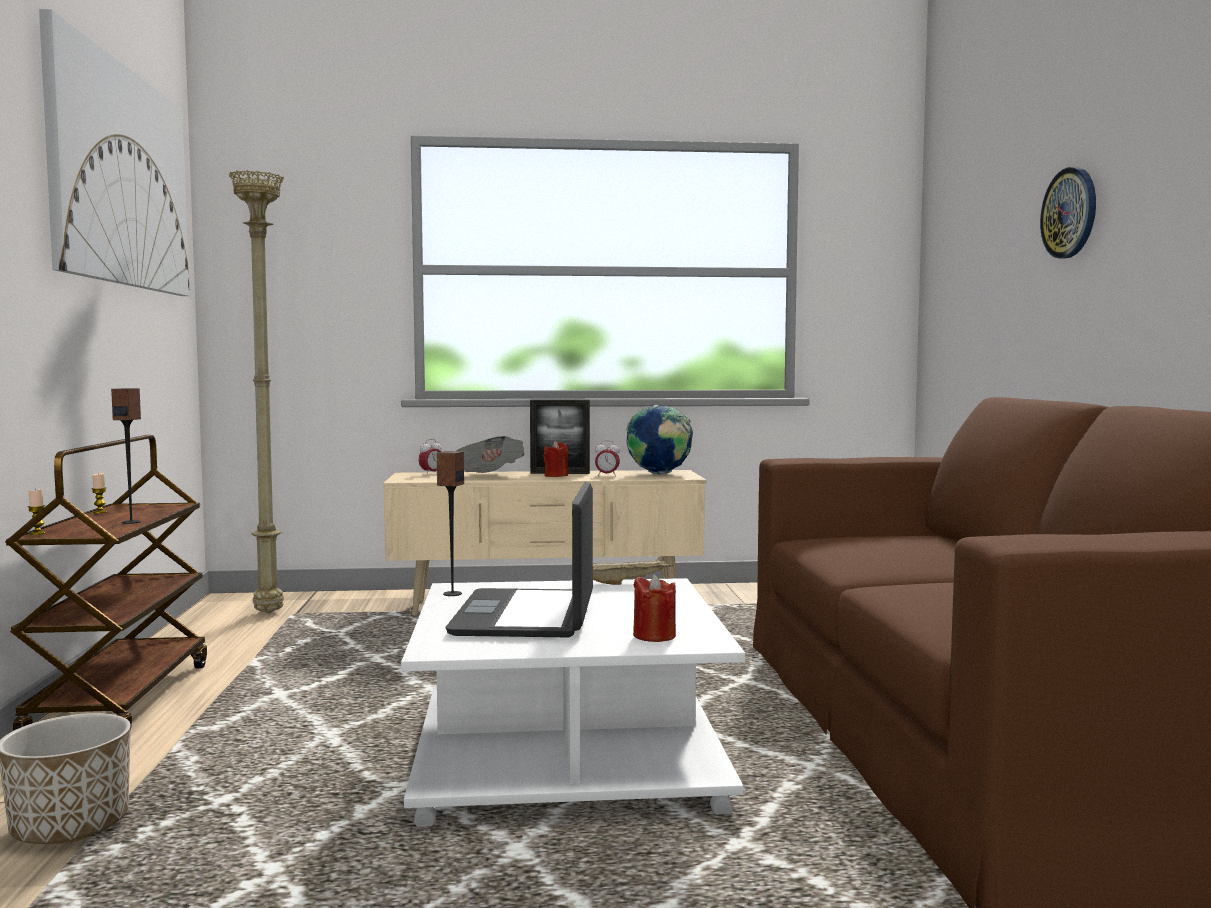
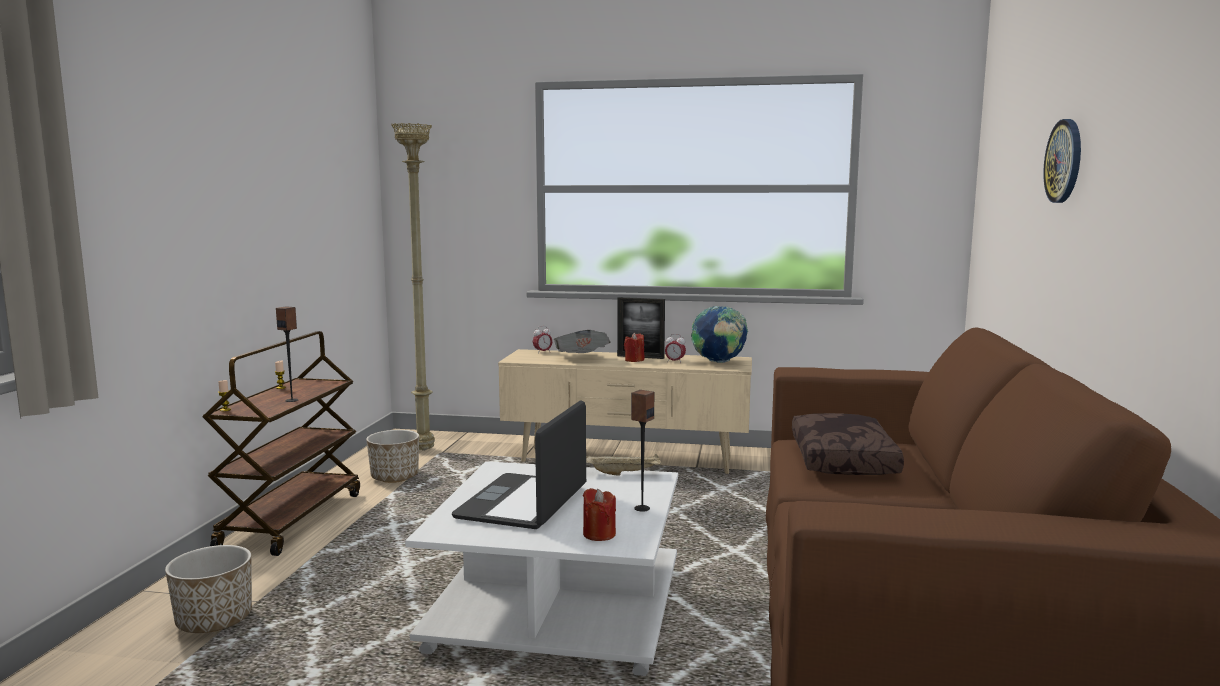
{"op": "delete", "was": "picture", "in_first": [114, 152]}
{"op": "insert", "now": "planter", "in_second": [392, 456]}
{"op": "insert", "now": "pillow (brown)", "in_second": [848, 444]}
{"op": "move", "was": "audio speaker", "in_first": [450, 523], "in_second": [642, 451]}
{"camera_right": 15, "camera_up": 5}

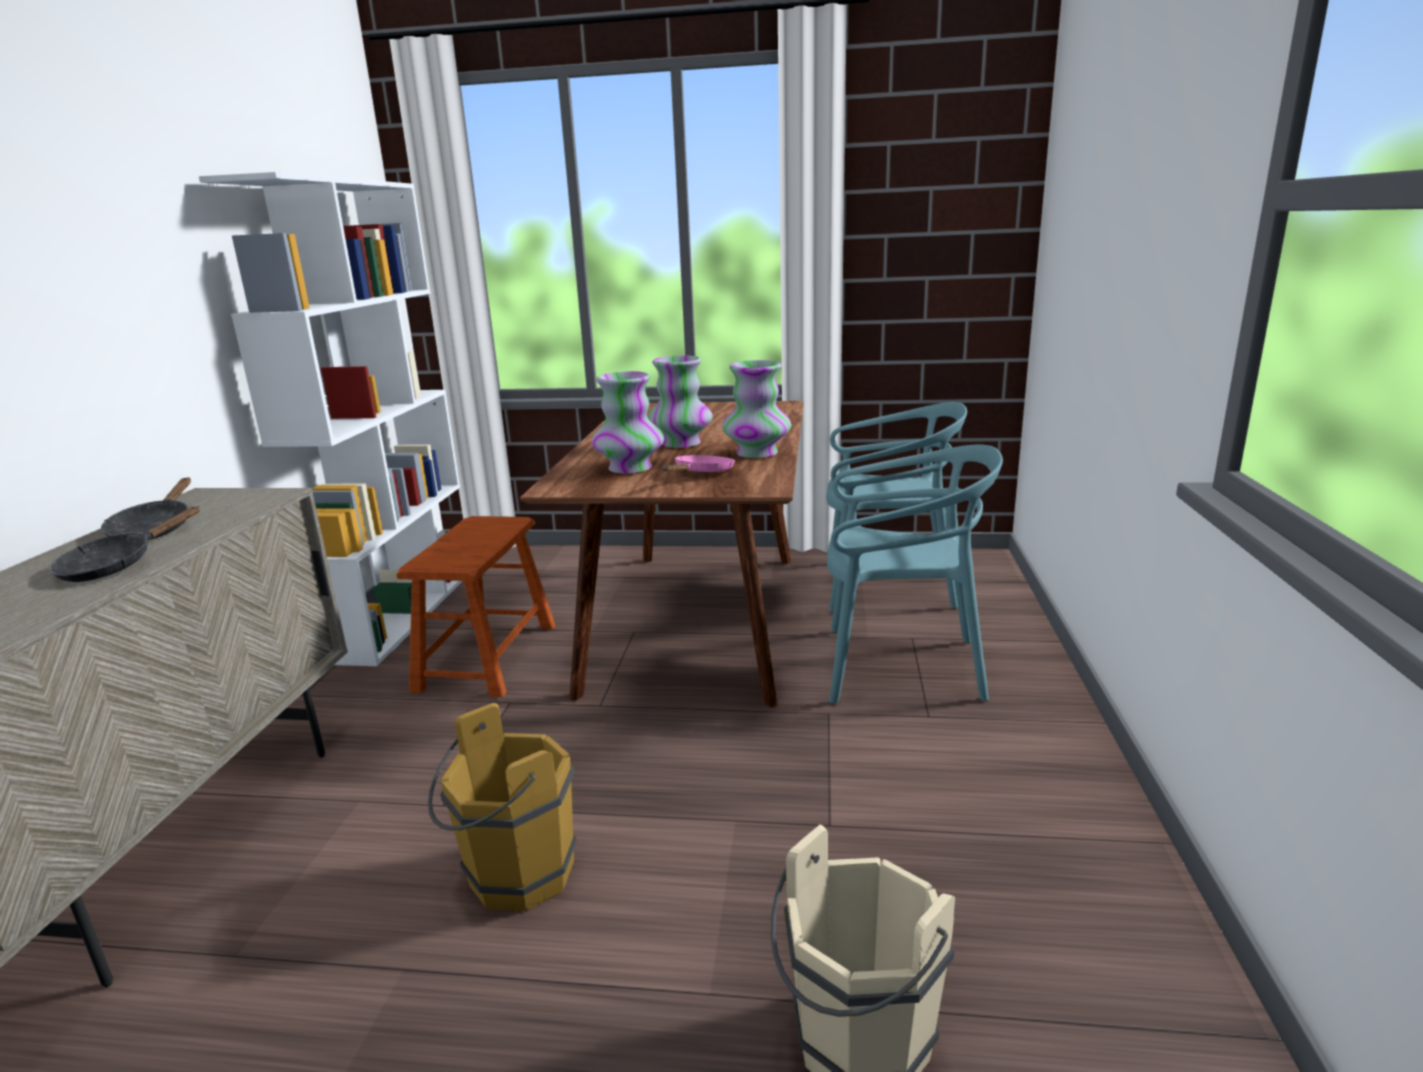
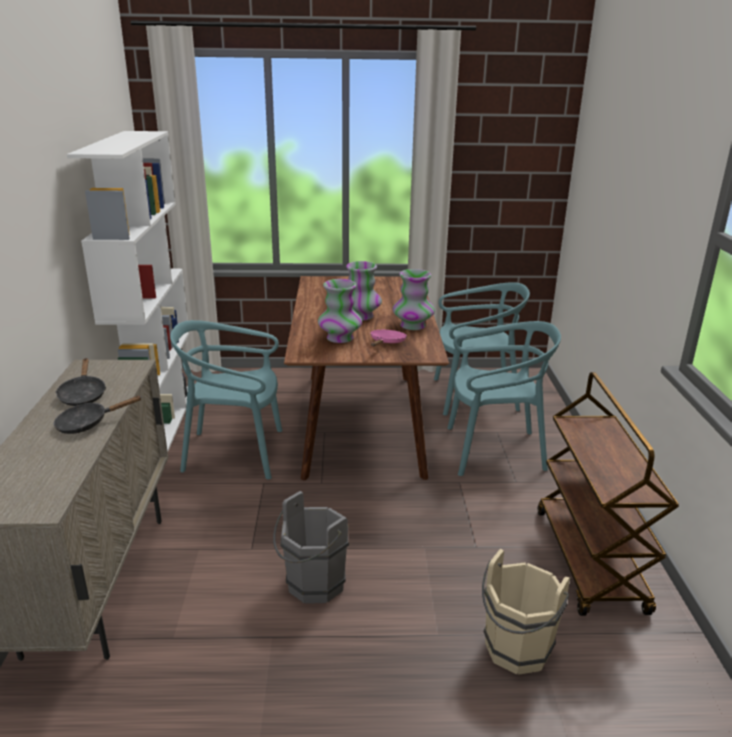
{"op": "insert", "now": "trolley (brown)", "in_second": [608, 494]}
{"op": "replace", "was": "stool (brown)", "now": "chair (turquoise)", "in_first": [476, 606], "in_second": [226, 399]}
{"op": "recolor", "was": "water bucket (brown)", "now": "water bucket (gray)", "in_first": [502, 807], "in_second": [311, 547]}
{"op": "rotate", "was": "pan (black)", "in_first": [124, 544], "in_second": [97, 415], "clockwise": 45}
{"camera_right": -10, "camera_up": 5}

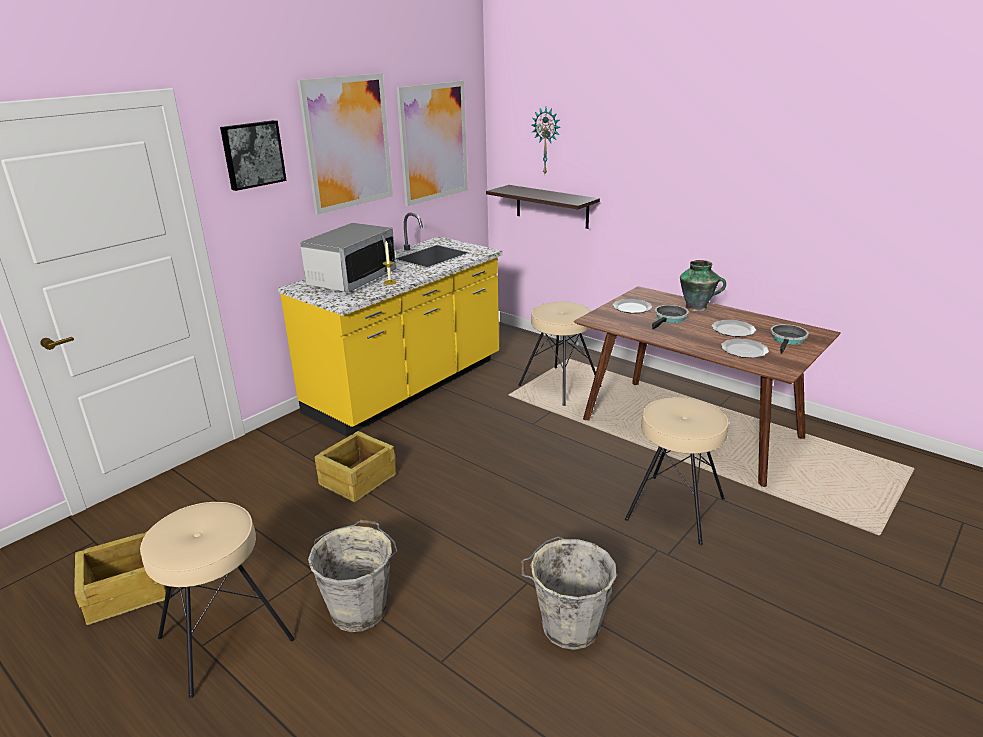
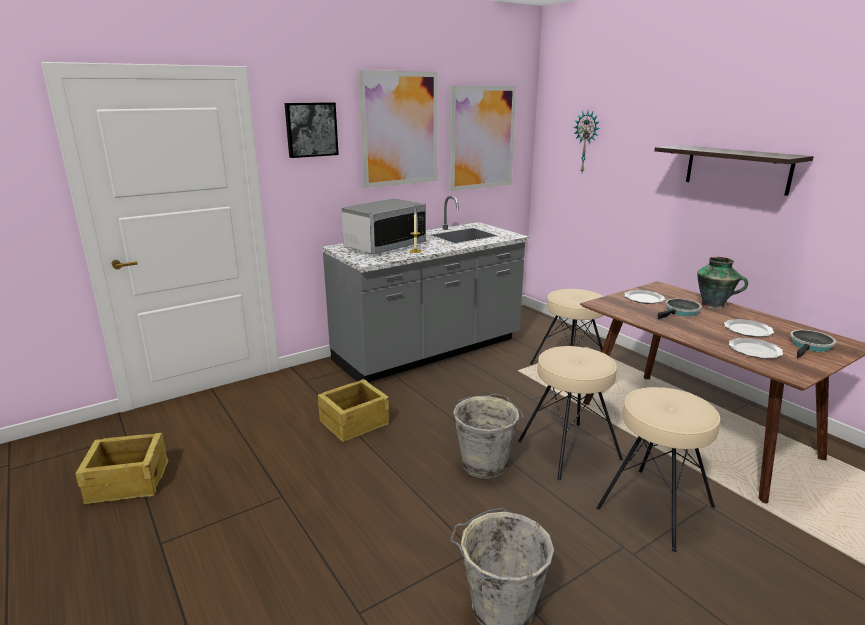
{"op": "move", "was": "stool (beige-coloured)", "in_first": [217, 600], "in_second": [570, 413]}
{"op": "move", "was": "water bucket (gray)", "in_first": [352, 576], "in_second": [488, 436]}
{"op": "move", "was": "wall shelf", "in_first": [543, 207], "in_second": [734, 170]}
{"op": "recolor", "was": "counter (yellow-coloured)", "now": "counter (gray)", "in_first": [390, 324], "in_second": [425, 289]}
{"camera_right": 15, "camera_up": -5}

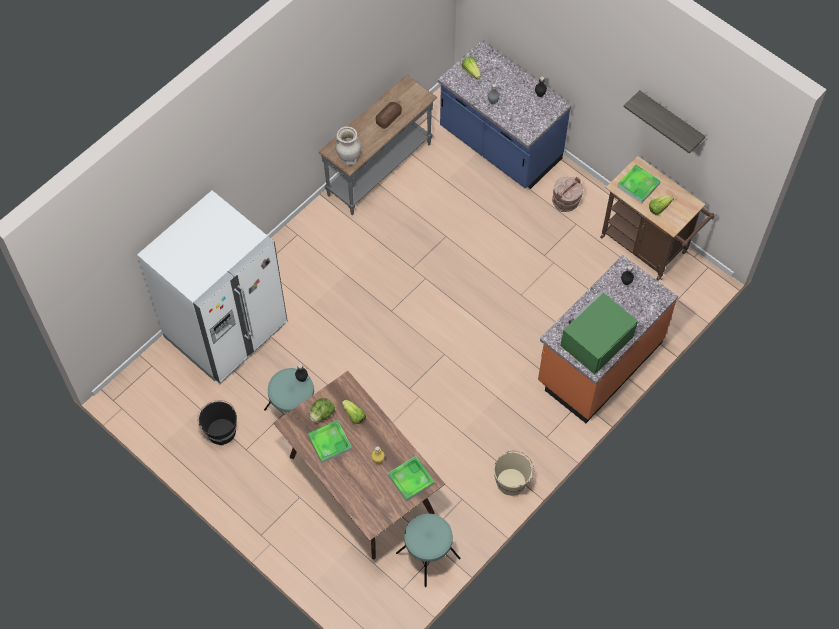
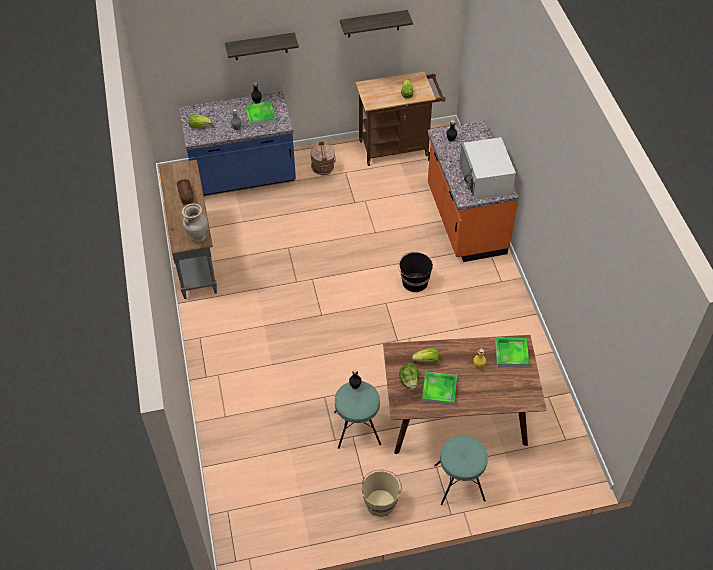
{"op": "delete", "was": "fridge (whitish)", "in_first": [212, 287]}
{"op": "insert", "now": "wall shelf", "in_second": [262, 46]}
{"op": "move", "was": "water bucket (black)", "in_first": [217, 422], "in_second": [415, 272]}
{"op": "move", "was": "stool (turquoise)", "in_first": [428, 550], "in_second": [461, 470]}
{"op": "move", "was": "water bucket (beige-coloured)", "in_first": [514, 473], "in_second": [382, 493]}
{"op": "move", "was": "serving tray", "in_first": [639, 184], "in_second": [260, 114]}
{"op": "recolor", "was": "kitchen microwave (greenish)", "now": "kitchen microwave (whitish)", "in_first": [599, 333], "in_second": [487, 168]}
{"camera_right": -55, "camera_up": -10}

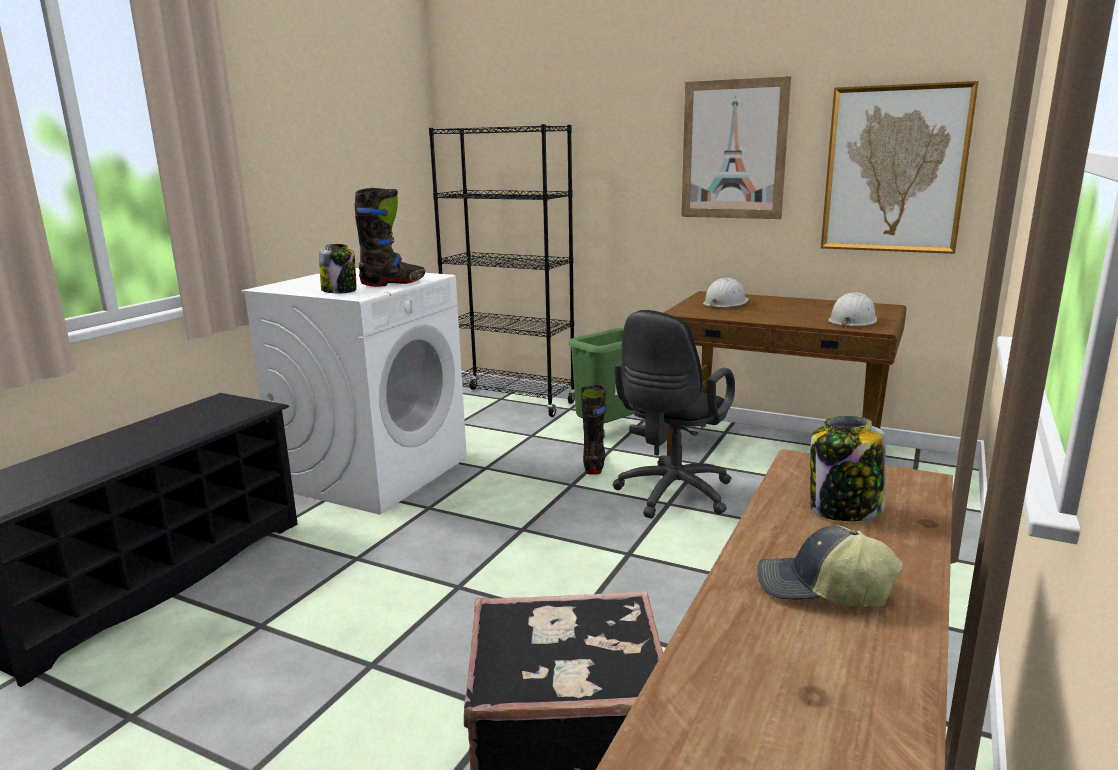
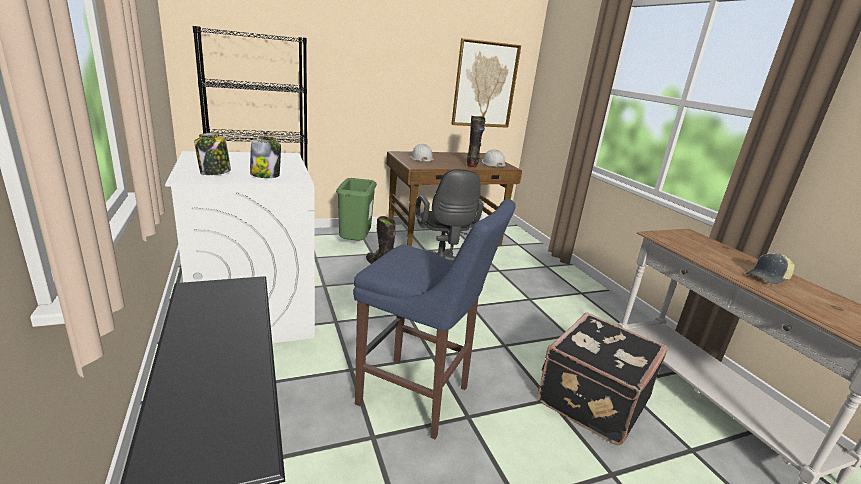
{"op": "delete", "was": "picture", "in_first": [736, 147]}
{"op": "insert", "now": "stool (blue-coloured)", "in_second": [434, 319]}
{"op": "move", "was": "tall boot (black)", "in_first": [389, 237], "in_second": [476, 141]}
{"op": "move", "was": "storage jar", "in_first": [848, 468], "in_second": [212, 154]}
{"camera_right": -50, "camera_up": 5}

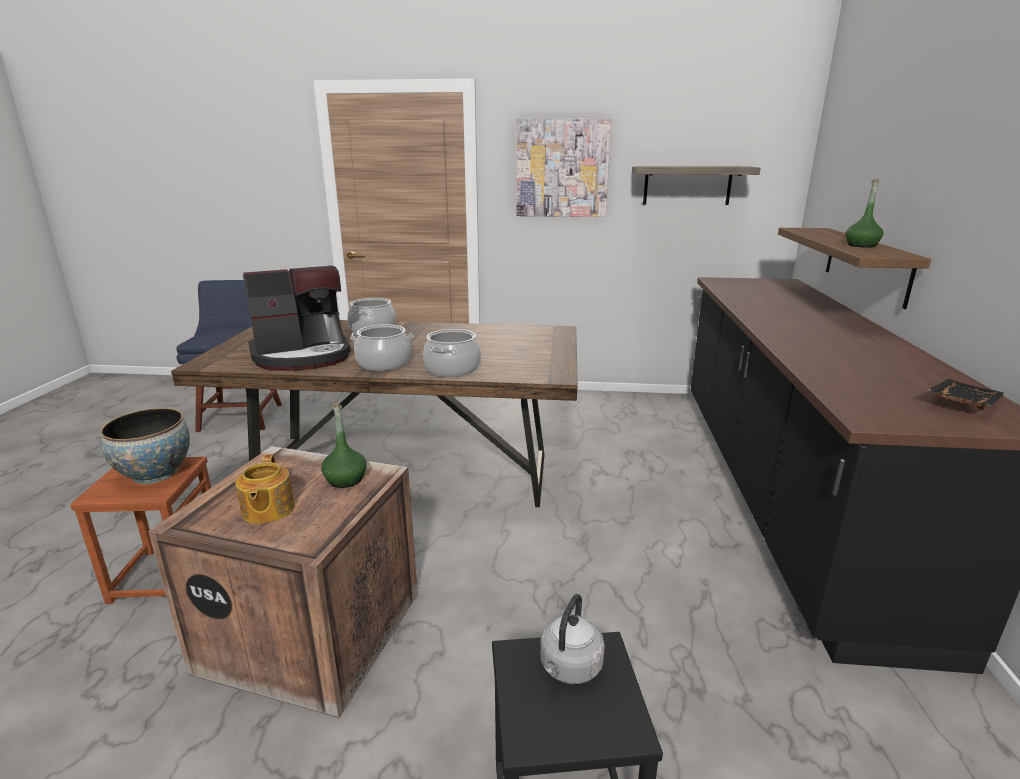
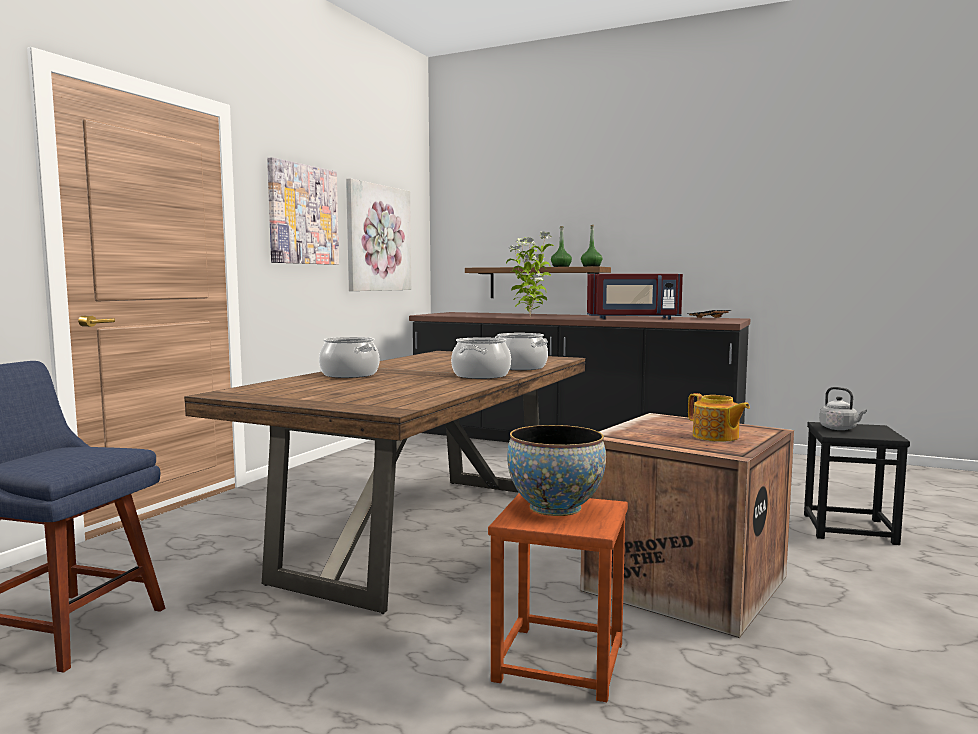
{"op": "delete", "was": "coffee machine", "in_first": [297, 318]}
{"op": "insert", "now": "houseplant", "in_second": [530, 274]}
{"op": "insert", "now": "kitchen microwave (reddish)", "in_second": [635, 296]}
{"op": "move", "was": "drink bottle (greenish)", "in_first": [344, 445], "in_second": [591, 246]}
{"op": "replace", "was": "wall shelf", "now": "picture", "in_first": [696, 185], "in_second": [378, 234]}
{"op": "rotate", "was": "teapot", "in_first": [265, 489], "in_second": [719, 417], "clockwise": 45}
{"camera_right": -70, "camera_up": -15}

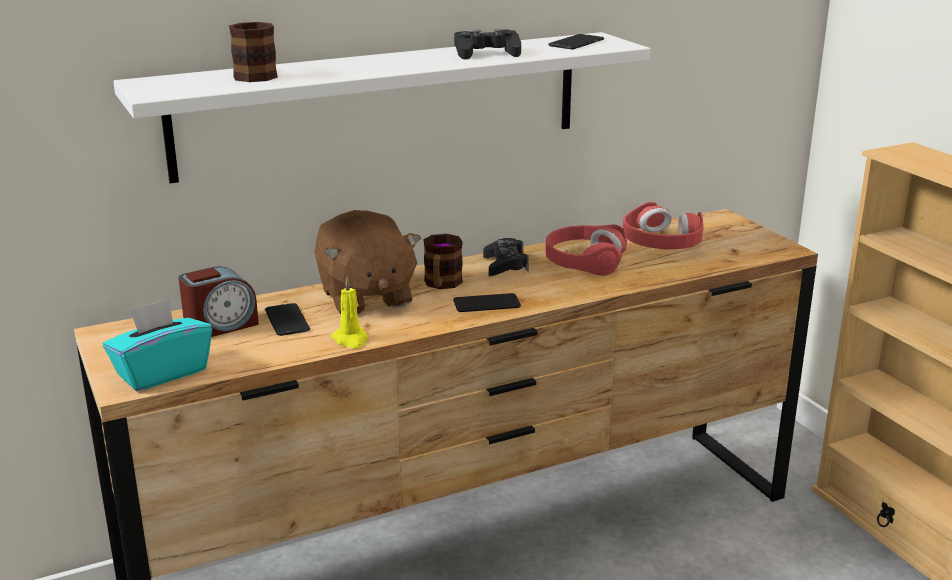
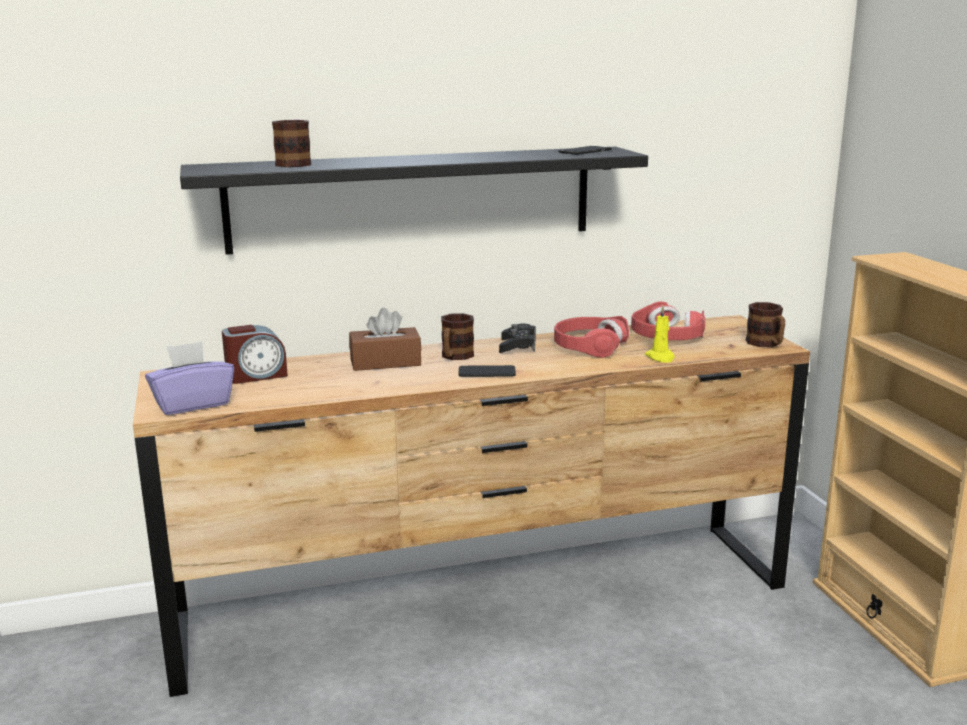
{"op": "delete", "was": "handset", "in_first": [287, 319]}
{"op": "delete", "was": "joypad (black)", "in_first": [487, 44]}
{"op": "insert", "now": "tea mug", "in_second": [765, 324]}
{"op": "move", "was": "wax light (yellow-coloured)", "in_first": [349, 313], "in_second": [660, 334]}
{"op": "replace", "was": "plush toy (brown)", "now": "box of tissues (brown)", "in_first": [367, 262], "in_second": [385, 339]}
{"op": "recolor", "was": "box of tissues (turquoise)", "now": "box of tissues (purplish)", "in_first": [157, 345], "in_second": [189, 378]}
{"op": "recolor", "was": "wall shelf (whitish)", "now": "wall shelf (black)", "in_first": [381, 107], "in_second": [414, 201]}
{"camera_right": 10, "camera_up": -5}

